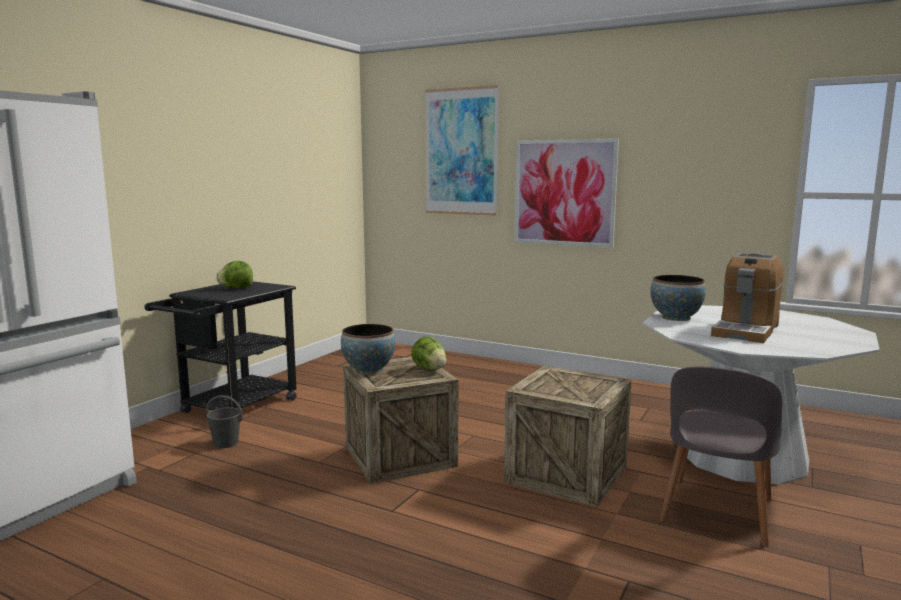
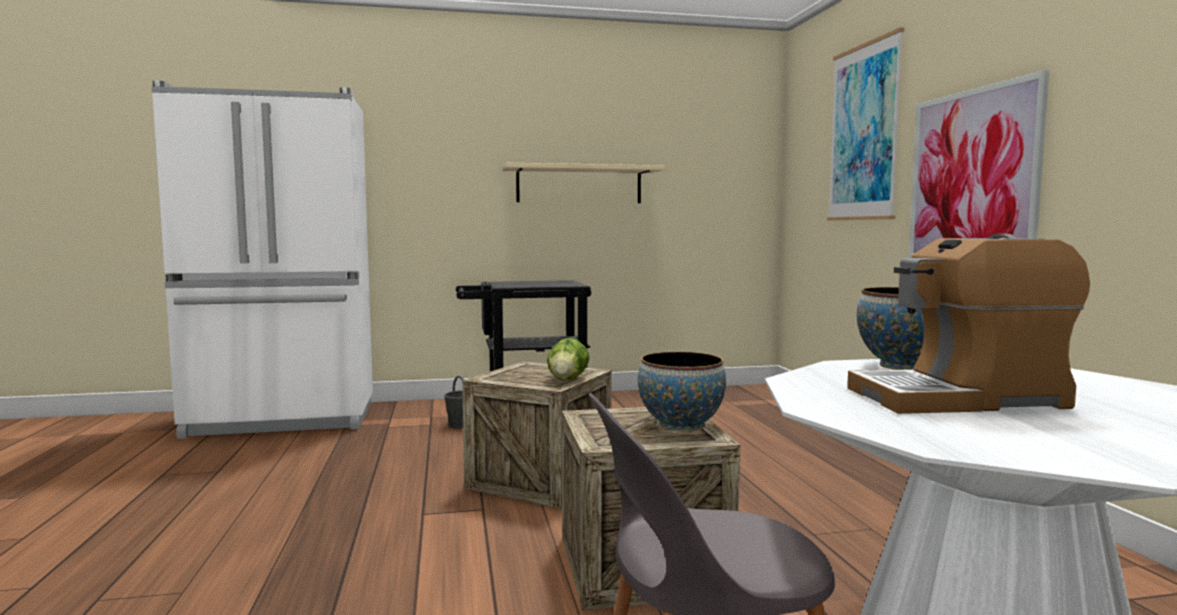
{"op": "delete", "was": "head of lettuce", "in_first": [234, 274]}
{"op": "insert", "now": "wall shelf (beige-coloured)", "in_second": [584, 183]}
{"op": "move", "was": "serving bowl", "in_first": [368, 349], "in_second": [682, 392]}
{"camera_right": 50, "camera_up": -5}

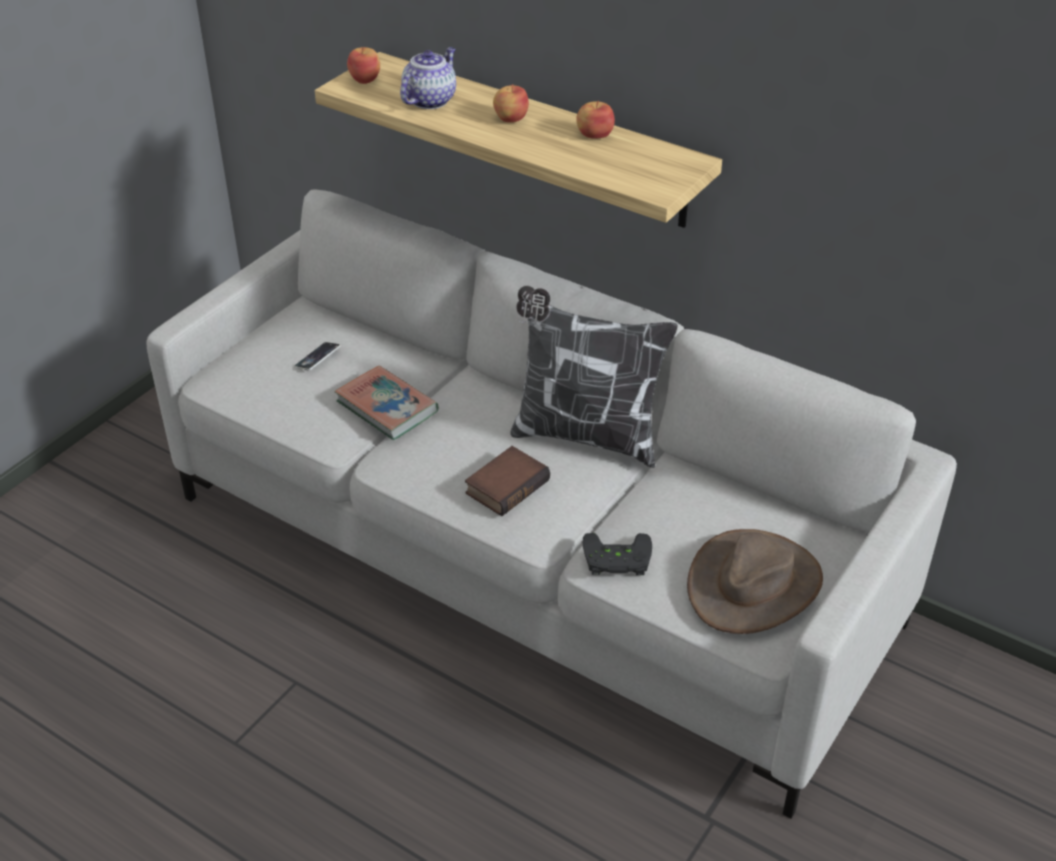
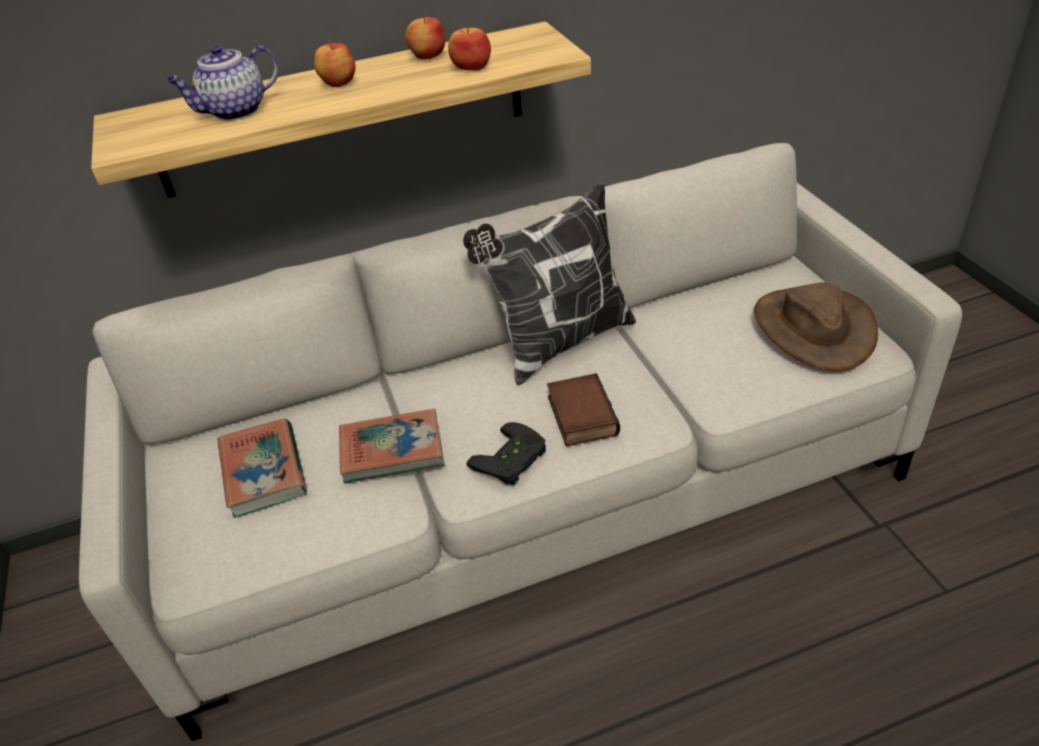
{"op": "move", "was": "apple fruit", "in_first": [363, 65], "in_second": [469, 47]}
{"op": "move", "was": "joypad (black)", "in_first": [617, 554], "in_second": [506, 453]}
{"op": "replace", "was": "handset", "now": "volume", "in_first": [317, 356], "in_second": [262, 468]}
{"op": "rotate", "was": "teapot", "in_first": [428, 78], "in_second": [222, 82], "clockwise": -105}
{"camera_right": -50, "camera_up": 0}

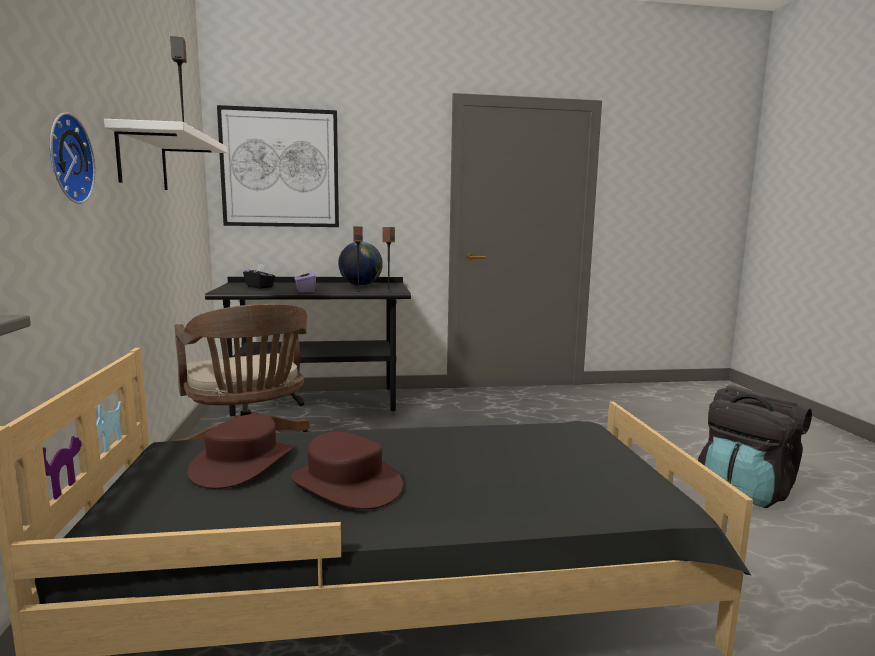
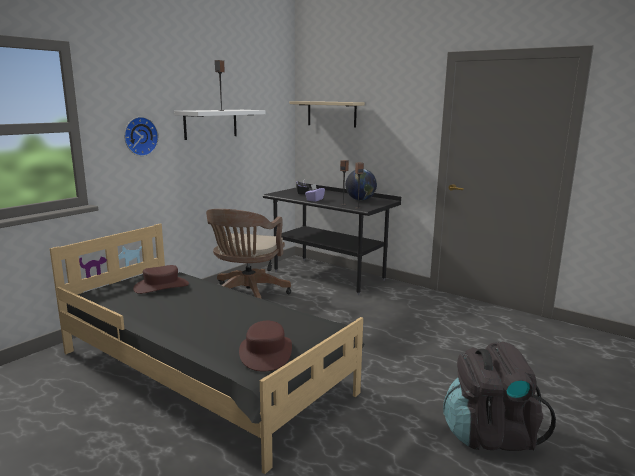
{"op": "move", "was": "clothing hat (brown)", "in_first": [347, 470], "in_second": [265, 346]}
{"op": "replace", "was": "picture", "now": "wall shelf (beige-coloured)", "in_first": [278, 166], "in_second": [327, 114]}
{"camera_right": 45, "camera_up": 5}

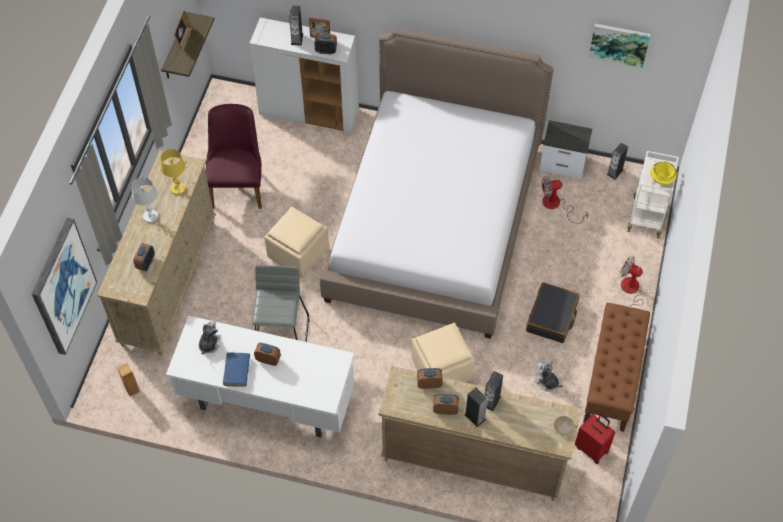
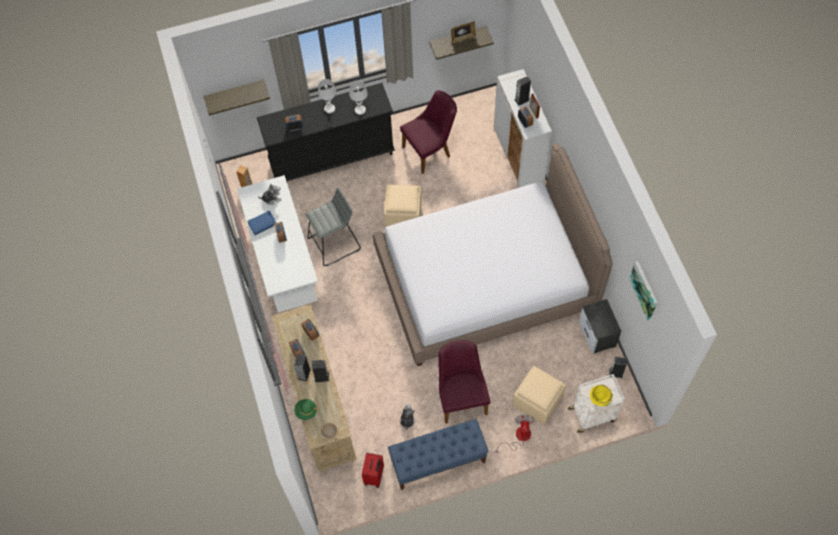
{"op": "delete", "was": "cooling fan", "in_first": [565, 200]}
{"op": "insert", "now": "clothing hat (greenish)", "in_second": [305, 409]}
{"op": "move", "was": "pouffe (beige-coloured)", "in_first": [443, 352], "in_second": [539, 395]}
{"op": "replace", "was": "picture", "now": "wall shelf", "in_first": [64, 286], "in_second": [237, 97]}
{"op": "replace", "was": "travel case (black)", "now": "chair (purplish)", "in_first": [553, 312], "in_second": [464, 382]}
{"op": "recolor", "was": "chest of drawers (beige-coloured)", "now": "chest of drawers (black)", "in_first": [156, 253], "in_second": [325, 132]}
{"op": "recolor", "was": "table lamp (yellow-coloured)", "now": "table lamp (whitish)", "in_first": [173, 172], "in_second": [358, 97]}
{"op": "recolor", "was": "long seat (brown)", "now": "long seat (blue-coloured)", "in_first": [616, 367], "in_second": [438, 454]}
{"camera_right": 60, "camera_up": 5}

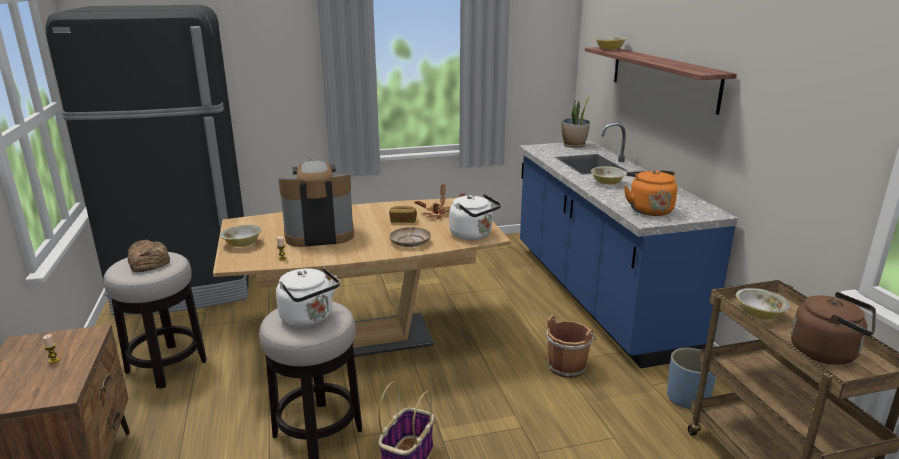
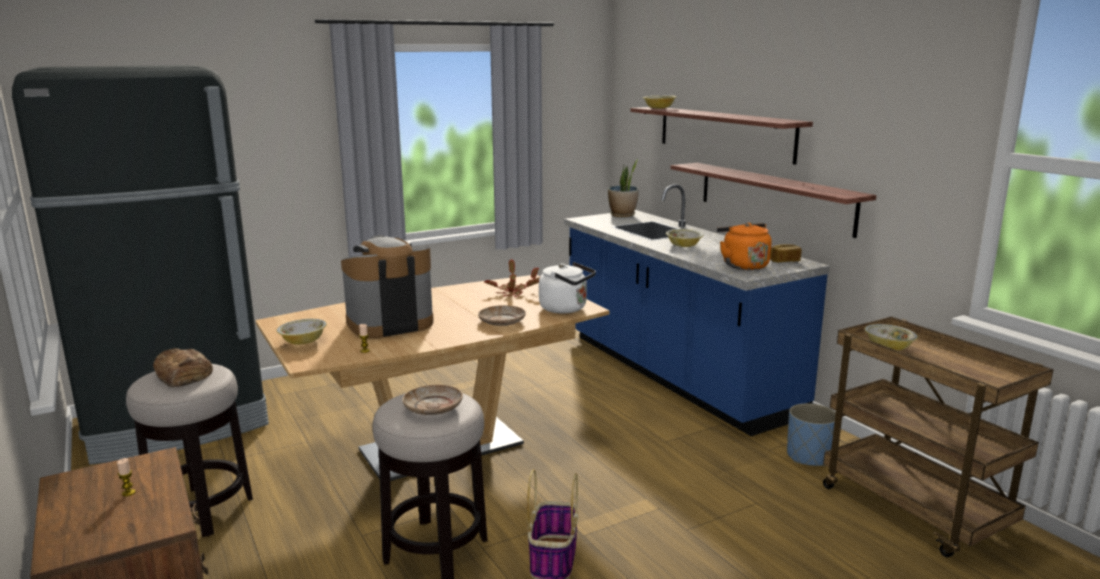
{"op": "delete", "was": "water bucket (brown)", "in_first": [571, 346]}
{"op": "delete", "was": "tea kettle (brown)", "in_first": [833, 328]}
{"op": "insert", "now": "wall shelf", "in_second": [773, 200]}
{"op": "move", "was": "bakery bread", "in_first": [403, 214], "in_second": [786, 253]}
{"op": "replace", "was": "tea kettle (whitish)", "now": "dinner plate (beige-coloured)", "in_first": [308, 297], "in_second": [432, 400]}
{"camera_right": -15, "camera_up": -5}

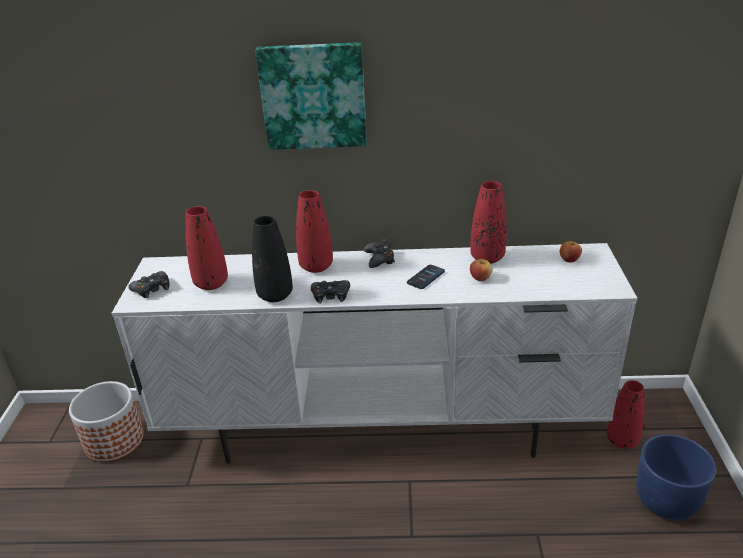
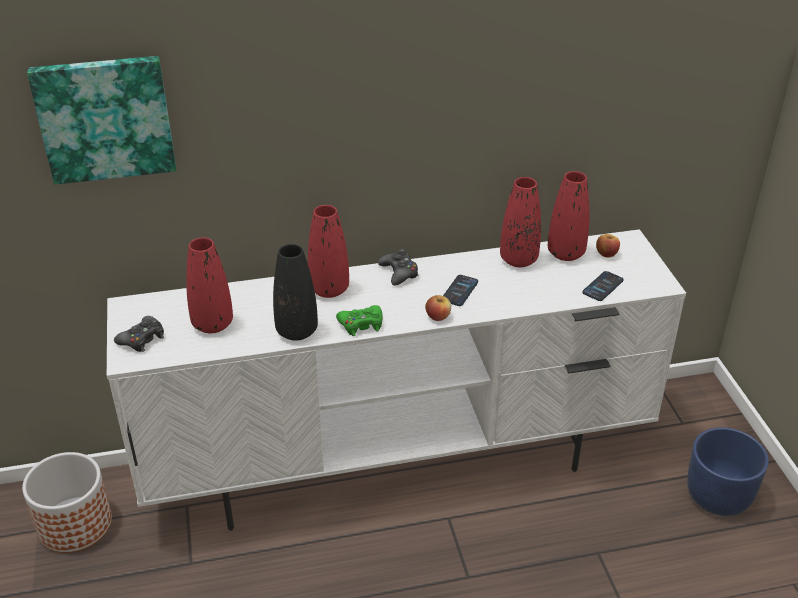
{"op": "insert", "now": "handset", "in_second": [603, 286]}
{"op": "move", "was": "picture", "in_first": [311, 96], "in_second": [101, 120]}
{"op": "move", "was": "apple fruit", "in_first": [481, 270], "in_second": [438, 308]}
{"op": "move", "was": "decorative vase (reddish)", "in_first": [626, 414], "in_second": [568, 216]}
{"op": "recolor", "was": "joypad (black)", "now": "joypad (greenish)", "in_first": [330, 292], "in_second": [359, 320]}
{"camera_right": -15, "camera_up": 5}

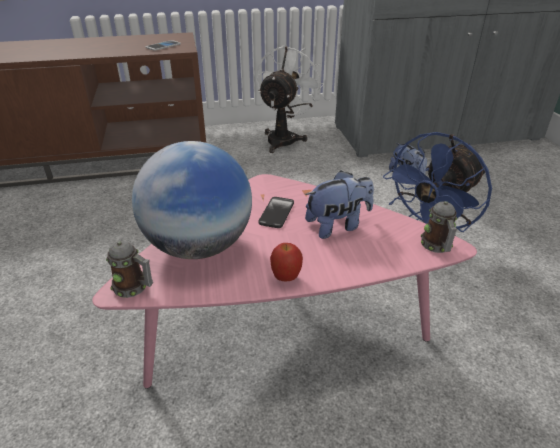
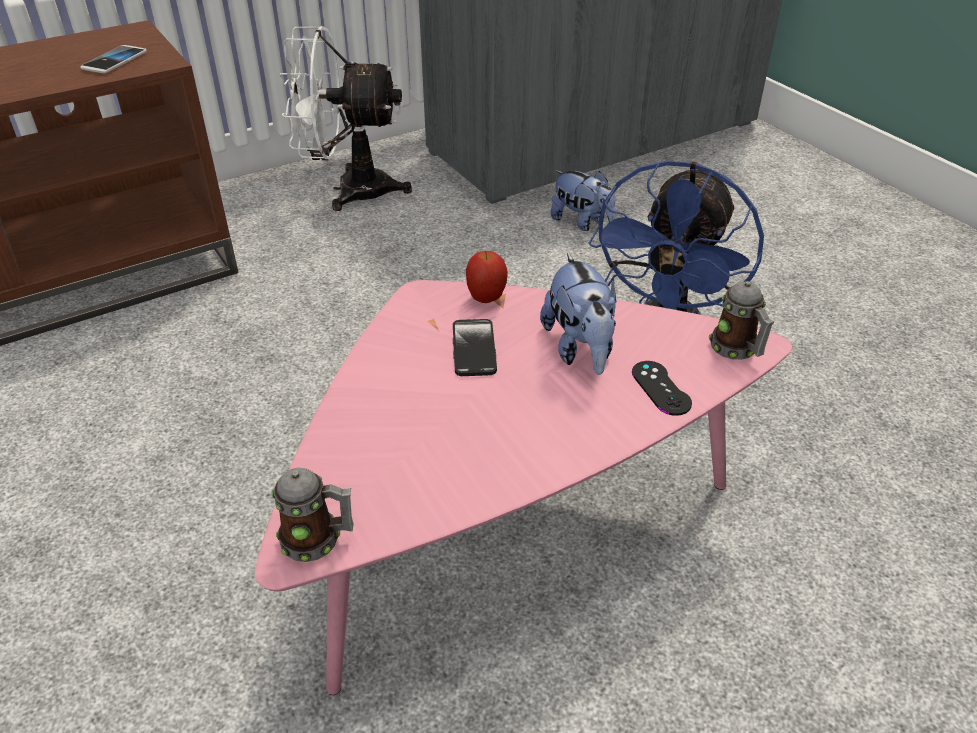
{"op": "delete", "was": "world globe", "in_first": [192, 200]}
{"op": "insert", "now": "joypad (black)", "in_second": [662, 388]}
{"op": "move", "was": "apple fruit", "in_first": [286, 262], "in_second": [487, 277]}
{"op": "rotate", "was": "cooling fan (whitish)", "in_first": [290, 98], "in_second": [345, 118], "clockwise": -90}
{"op": "rotate", "was": "plush toy", "in_first": [339, 205], "in_second": [578, 314], "clockwise": 120}
{"camera_right": -20, "camera_up": 5}

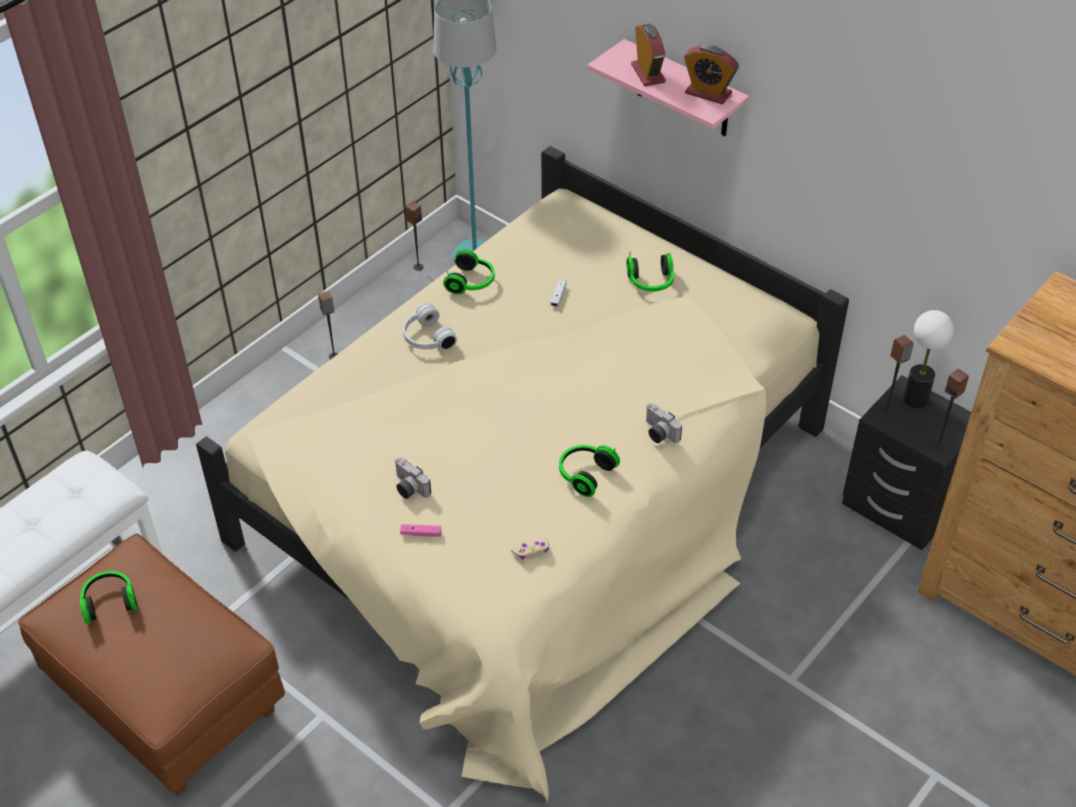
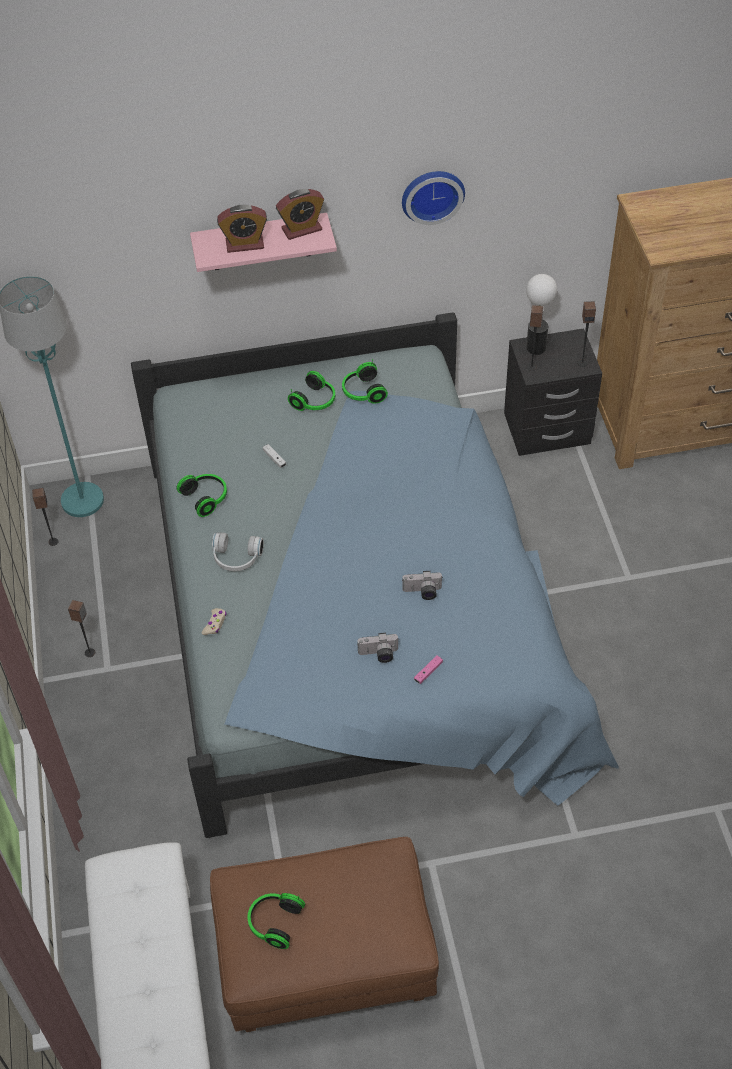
{"op": "insert", "now": "hanging clock", "in_second": [433, 198]}
{"op": "move", "was": "joypad (beige-coloured)", "in_first": [530, 549], "in_second": [214, 621]}
{"op": "move", "was": "headset", "in_first": [589, 471], "in_second": [365, 381]}
{"op": "move", "was": "still camera", "in_first": [664, 423], "in_second": [422, 585]}
{"op": "recolor", "was": "bed (beige-coloured)", "now": "bed (blue-coloured)", "in_first": [522, 474], "in_second": [375, 575]}
{"op": "rotate", "was": "alarm clock", "in_first": [648, 54], "in_second": [242, 229], "clockwise": 150}
{"camera_right": -50, "camera_up": 5}

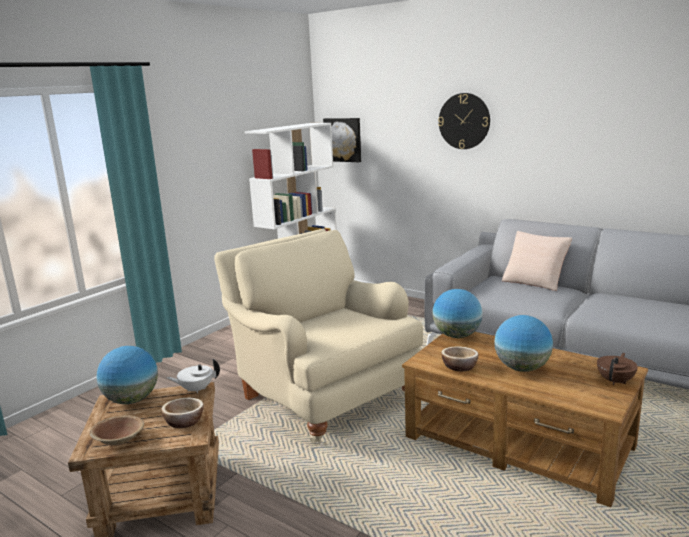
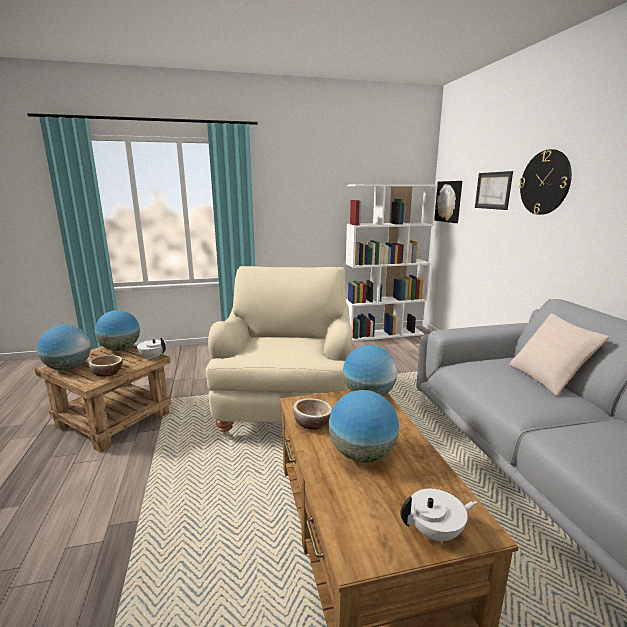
{"op": "insert", "now": "picture", "in_second": [494, 190]}
{"op": "replace", "was": "serving bowl (brown)", "now": "world globe", "in_first": [116, 430], "in_second": [64, 348]}
{"op": "recolor", "was": "teapot (brown)", "now": "teapot (whitish)", "in_first": [617, 369], "in_second": [438, 517]}
{"camera_right": 40, "camera_up": 0}

